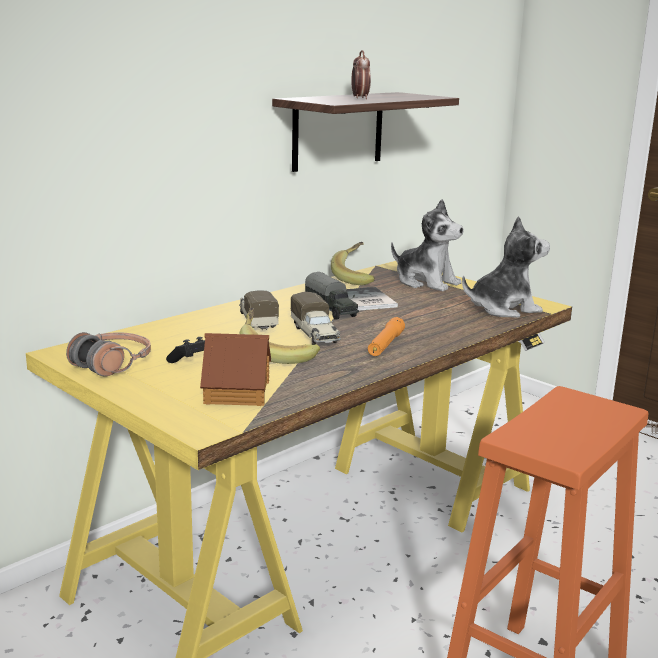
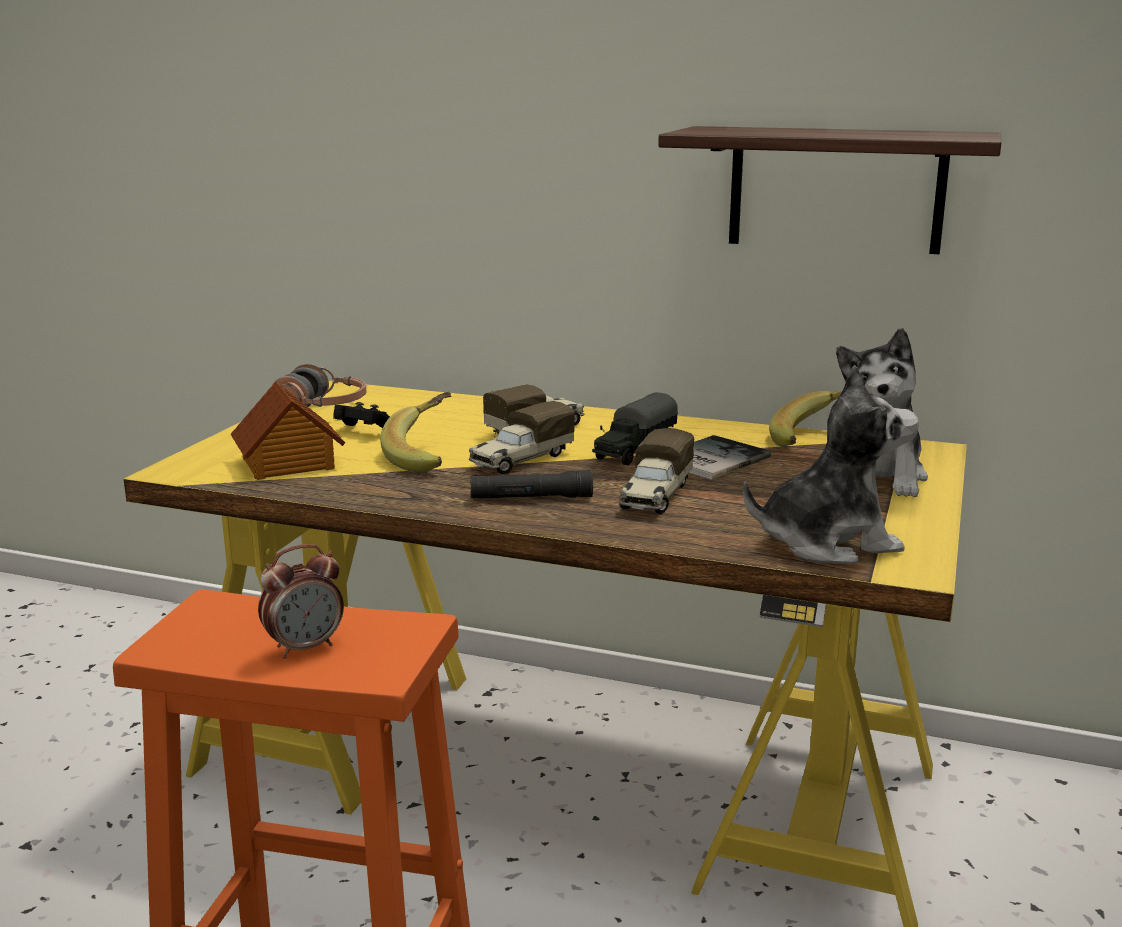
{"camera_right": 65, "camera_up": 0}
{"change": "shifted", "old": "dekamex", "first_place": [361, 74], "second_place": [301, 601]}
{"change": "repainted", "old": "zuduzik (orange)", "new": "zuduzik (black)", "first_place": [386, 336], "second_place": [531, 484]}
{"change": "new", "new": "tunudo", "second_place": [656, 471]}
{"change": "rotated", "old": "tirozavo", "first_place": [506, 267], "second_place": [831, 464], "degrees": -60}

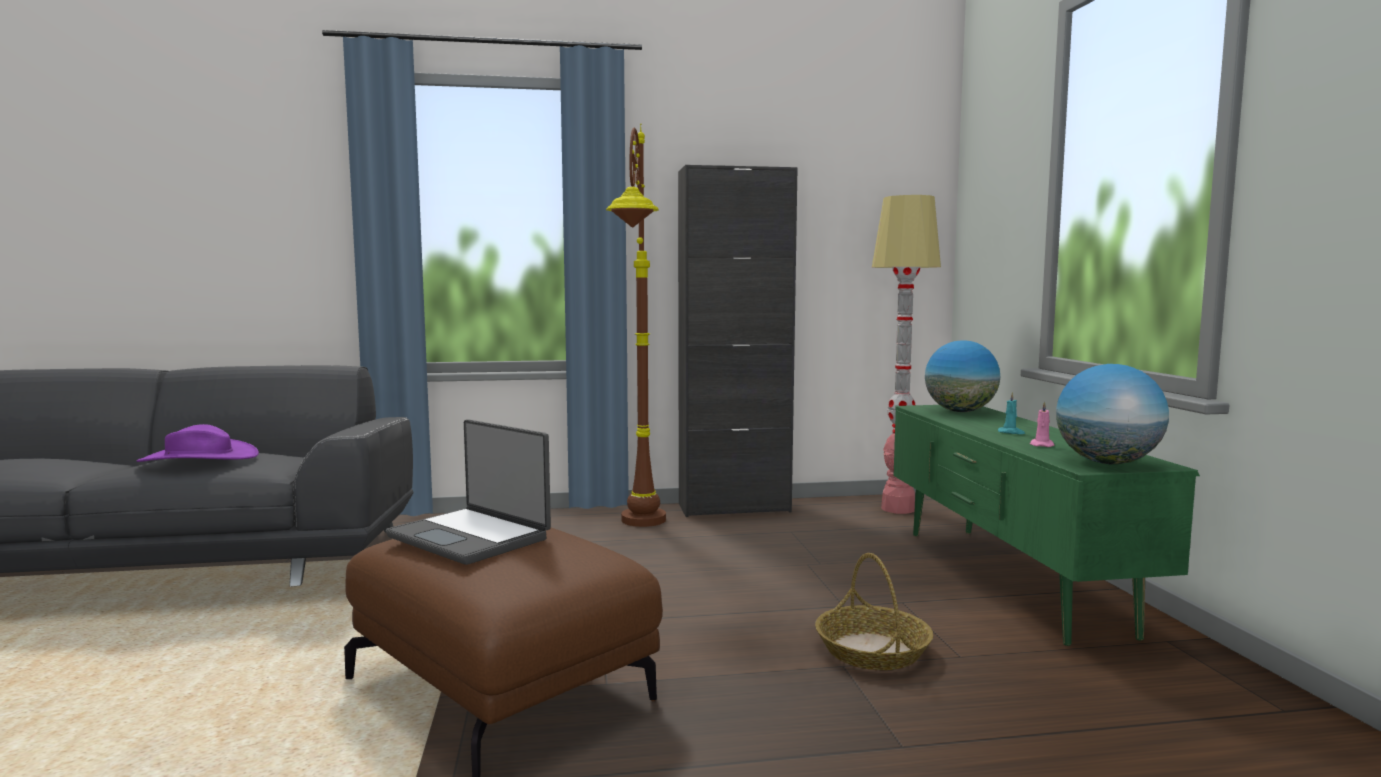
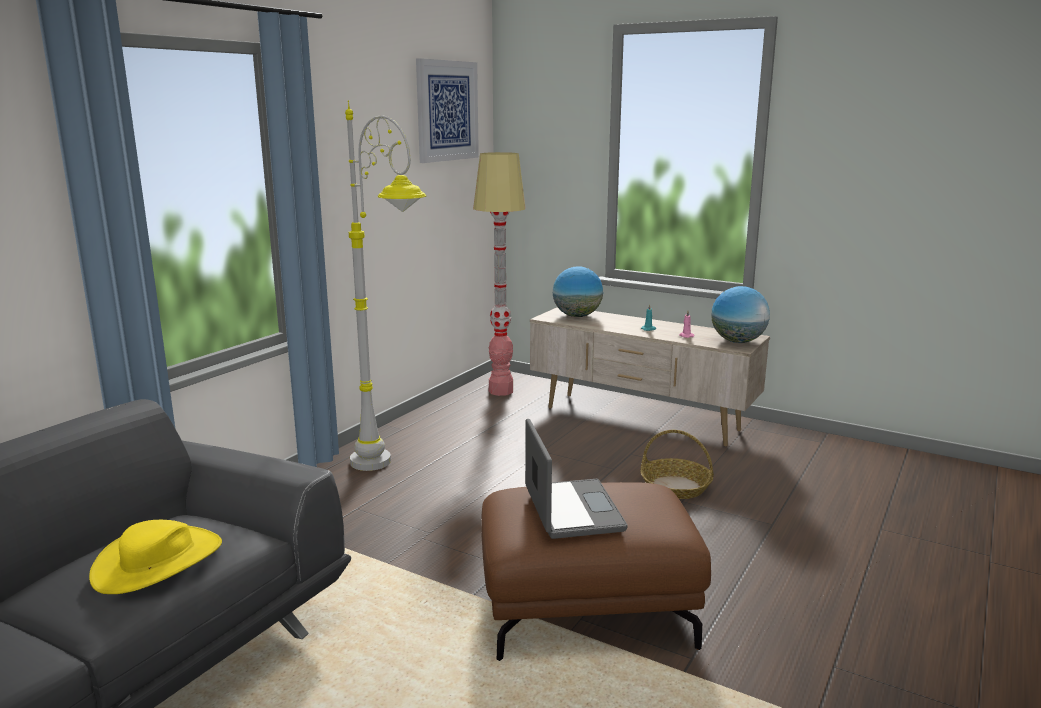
{"camera_right": -50, "camera_up": 10}
{"change": "repainted", "old": "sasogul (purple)", "new": "sasogul (yellow)", "first_place": [198, 443], "second_place": [155, 557]}
{"change": "repainted", "old": "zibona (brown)", "new": "zibona (grey)", "first_place": [636, 325], "second_place": [385, 285]}
{"change": "new", "new": "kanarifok", "second_place": [447, 110]}
{"change": "rotated", "old": "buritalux", "first_place": [468, 492], "second_place": [576, 479], "degrees": -90}
{"change": "repainted", "old": "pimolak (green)", "new": "pimolak (beige)", "first_place": [1047, 525], "second_place": [650, 376]}
{"change": "gone", "old": "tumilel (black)", "first_place": [738, 341]}

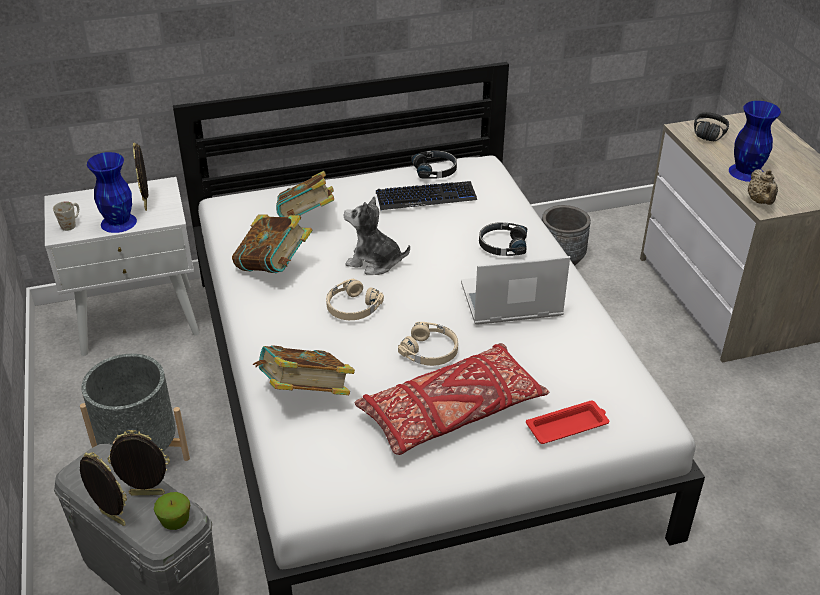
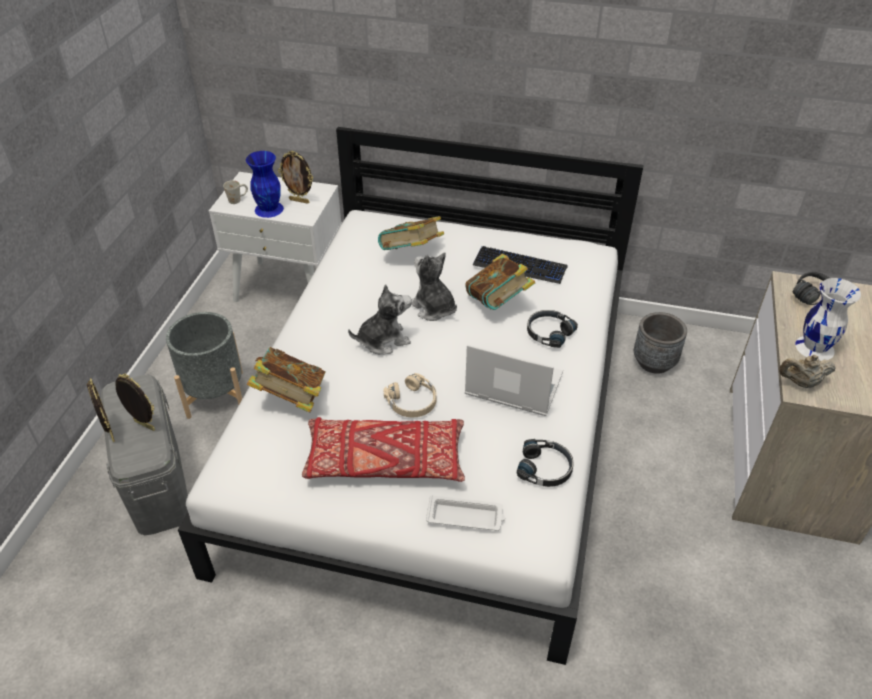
{"camera_right": 30, "camera_up": 5}
{"change": "rotated", "old": "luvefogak", "first_place": [140, 176], "second_place": [295, 177], "degrees": -90}
{"change": "swapped", "old": "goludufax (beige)", "new": "tirozavo", "first_place": [355, 299], "second_place": [380, 319]}
{"change": "repainted", "old": "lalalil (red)", "new": "lalalil (white)", "first_place": [567, 422], "second_place": [465, 513]}
{"change": "shifted", "old": "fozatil", "first_place": [272, 244], "second_place": [500, 282]}
{"change": "shifted", "old": "goludufax (black)", "first_place": [434, 164], "second_place": [545, 463]}
{"change": "rotated", "old": "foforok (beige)", "first_place": [763, 187], "second_place": [807, 371], "degrees": 60}
{"change": "repainted", "old": "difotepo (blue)", "new": "difotepo (white)", "first_place": [755, 141], "second_place": [828, 319]}
{"change": "gone", "old": "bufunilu", "first_place": [172, 511]}

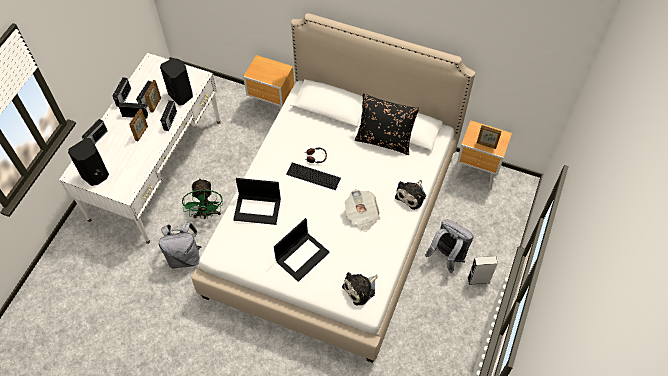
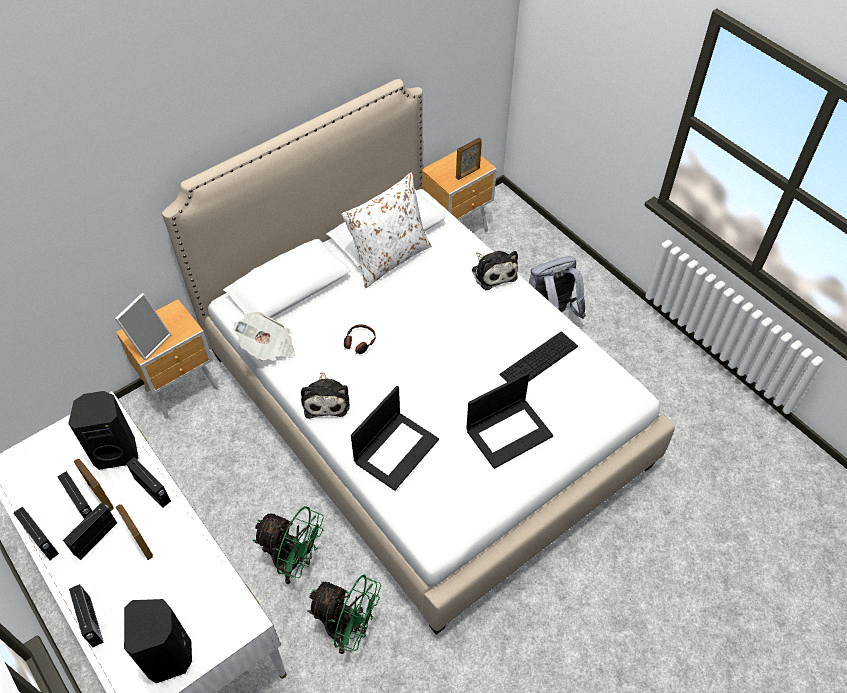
{"camera_right": -60, "camera_up": -5}
{"change": "new", "new": "luvefogak", "second_place": [143, 326]}
{"change": "shifted", "old": "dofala", "first_place": [362, 210], "second_place": [264, 336]}
{"change": "shifted", "old": "tirozavo", "first_place": [359, 289], "second_place": [325, 395]}
{"change": "swapped", "old": "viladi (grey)", "new": "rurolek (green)", "first_place": [180, 245], "second_place": [344, 614]}
{"change": "repainted", "old": "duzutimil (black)", "new": "duzutimil (white)", "first_place": [387, 124], "second_place": [386, 230]}
{"change": "rotated", "old": "buritalux", "first_place": [302, 250], "second_place": [509, 420], "degrees": 75}
{"change": "shifted", "old": "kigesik", "first_place": [313, 176], "second_place": [539, 356]}
{"change": "gone", "old": "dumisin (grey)", "first_place": [483, 270]}

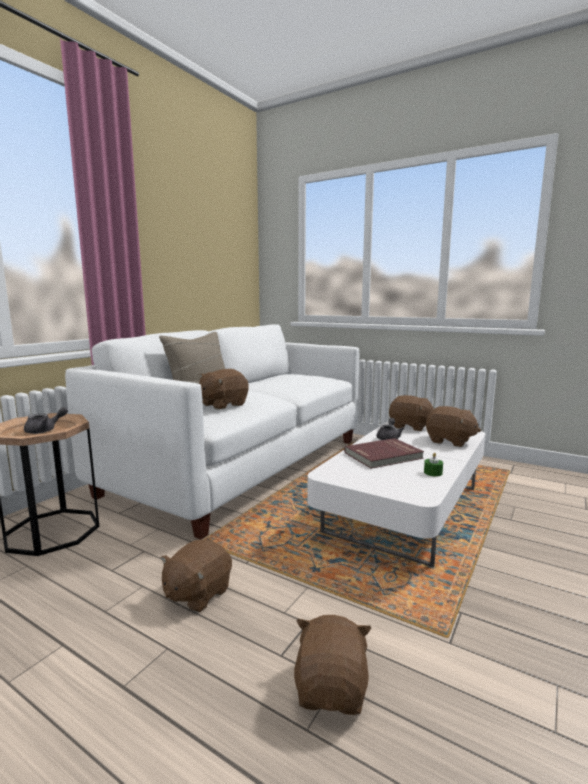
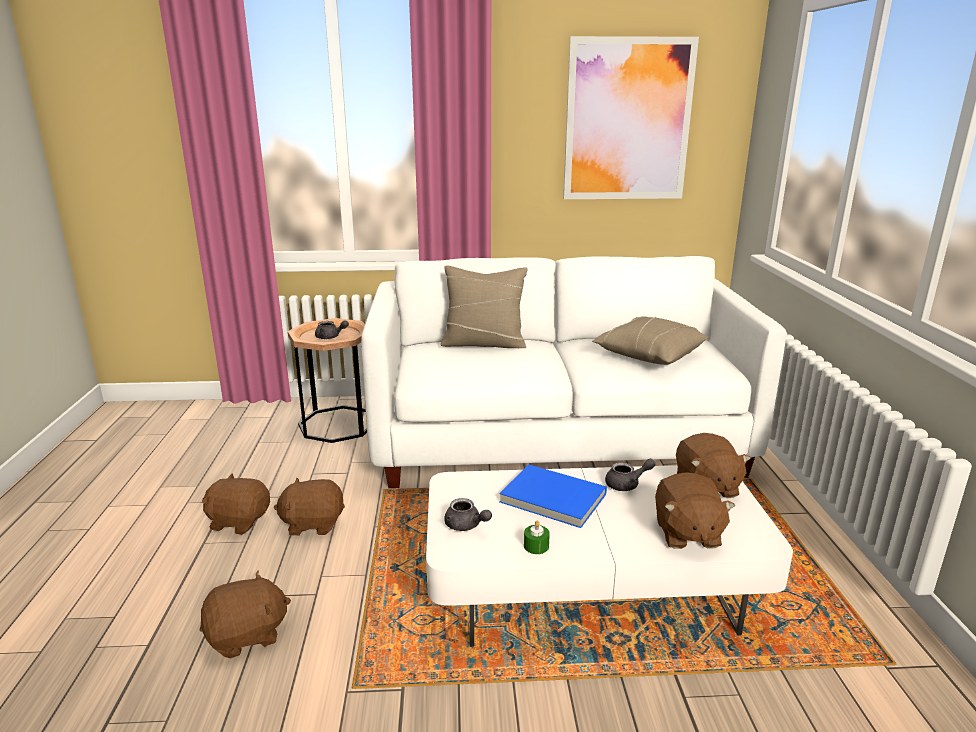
{"camera_right": 55, "camera_up": 10}
{"change": "shifted", "old": "tirozavo (brown)", "first_place": [224, 389], "second_place": [236, 504]}
{"change": "new", "new": "foforok (grey)", "second_place": [468, 514]}
{"change": "repainted", "old": "fozatil (red)", "new": "fozatil (blue)", "first_place": [384, 453], "second_place": [553, 496]}
{"change": "new", "new": "kanarifok", "second_place": [631, 117]}
{"change": "new", "new": "duzutimil (beige)", "second_place": [650, 340]}

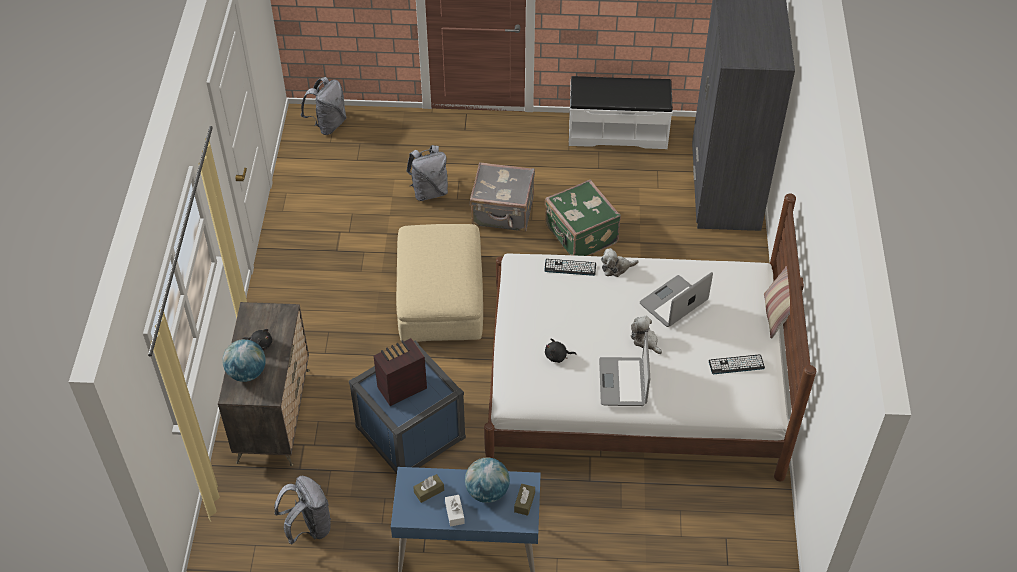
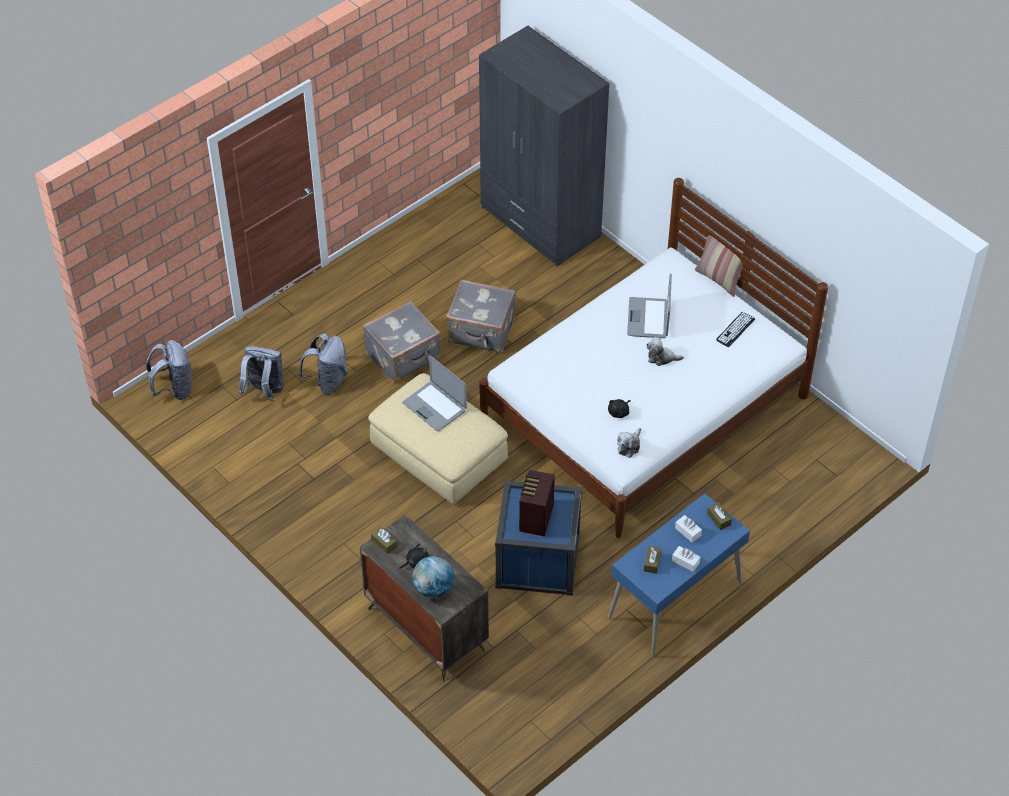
{"camera_right": -45, "camera_up": 0}
{"change": "shifted", "old": "viladi (grey)", "first_place": [302, 510], "second_place": [261, 374]}
{"change": "new", "new": "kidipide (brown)", "second_place": [384, 540]}
{"change": "shifted", "old": "buritalux", "first_place": [624, 369], "second_place": [435, 393]}
{"change": "repainted", "old": "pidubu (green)", "new": "pidubu (grey)", "first_place": [583, 218], "second_place": [481, 316]}
{"change": "shifted", "old": "tirozavo", "first_place": [620, 262], "second_place": [629, 443]}
{"change": "swapped", "old": "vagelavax", "new": "kidipide (white)", "first_place": [487, 480], "second_place": [688, 529]}
{"change": "gone", "old": "kigesik", "first_place": [570, 267]}
{"change": "gone", "old": "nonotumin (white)", "first_place": [621, 112]}

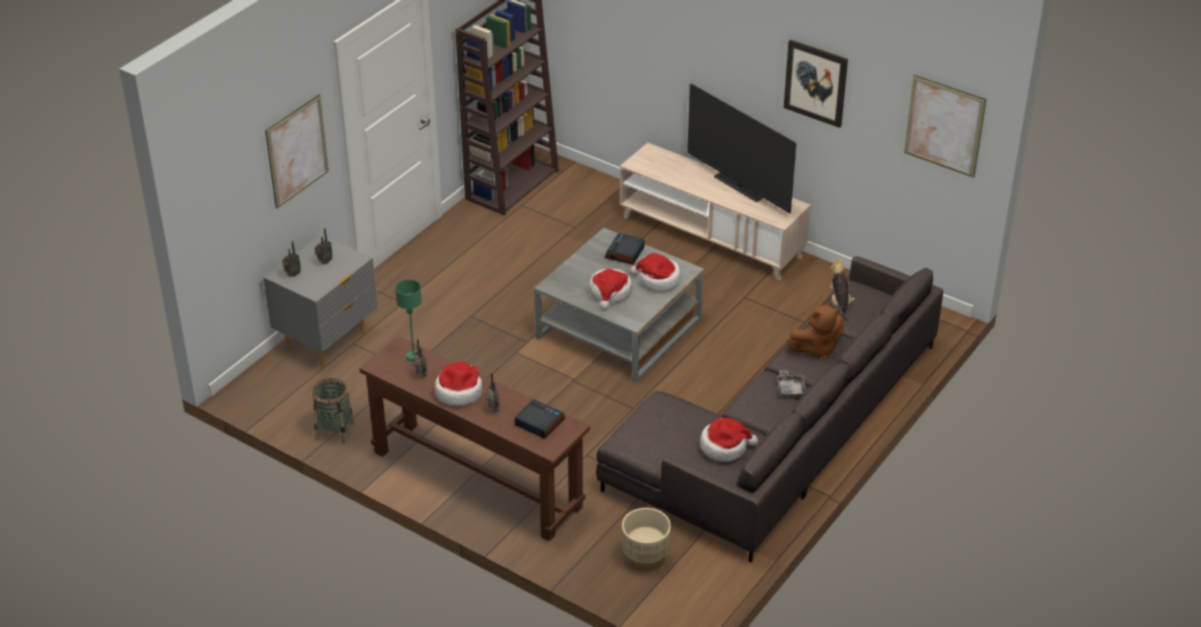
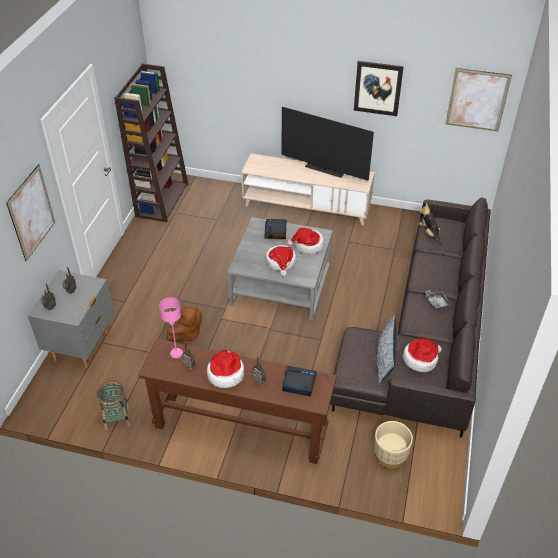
{"camera_right": -20, "camera_up": 5}
{"change": "repainted", "old": "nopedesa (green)", "new": "nopedesa (pink)", "first_place": [408, 321], "second_place": [171, 328]}
{"change": "shifted", "old": "tirozavo (brown)", "first_place": [815, 332], "second_place": [184, 324]}
{"change": "new", "new": "duzutimil", "second_place": [386, 350]}

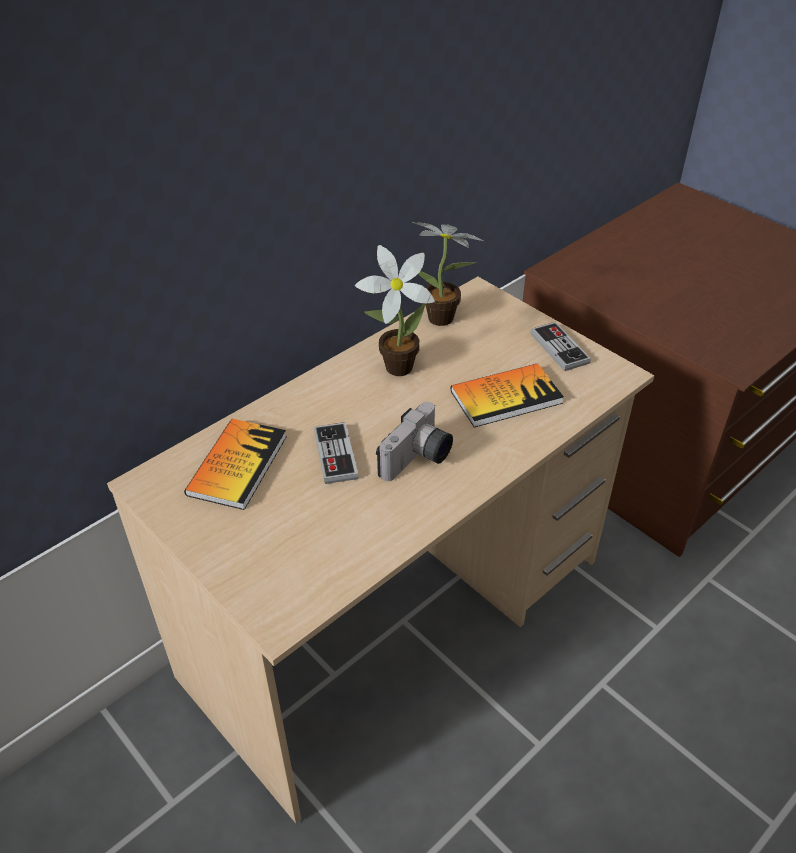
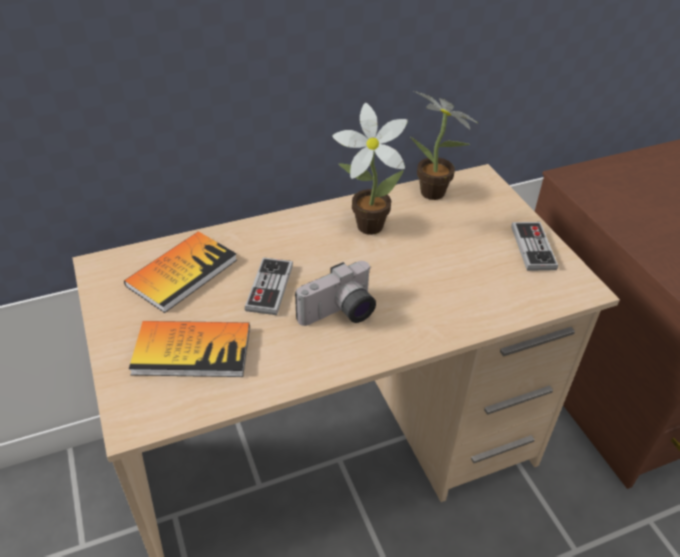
{"camera_right": 20, "camera_up": 0}
{"change": "shifted", "old": "fozatil", "first_place": [507, 395], "second_place": [189, 349]}

